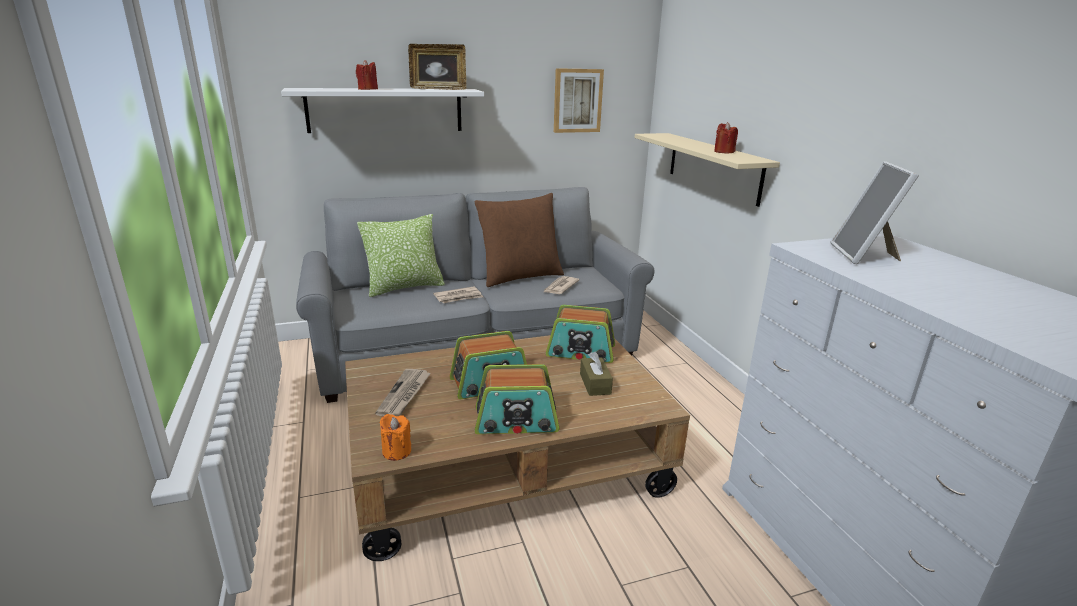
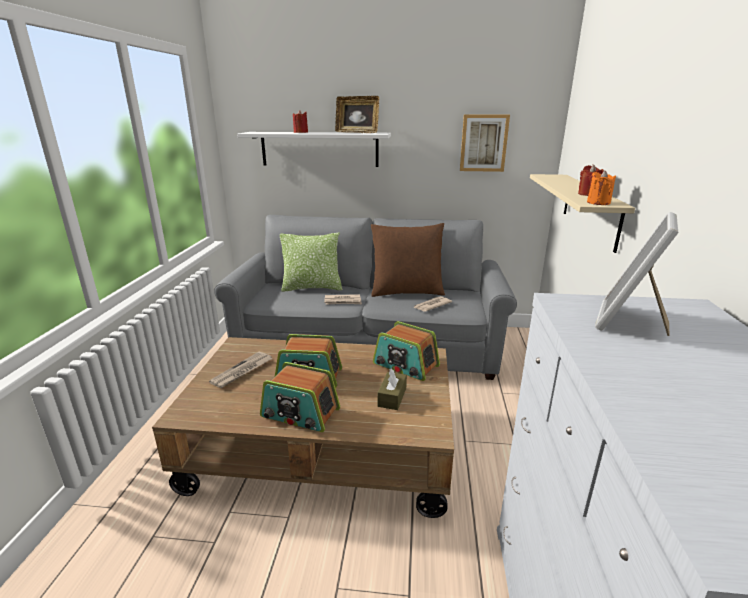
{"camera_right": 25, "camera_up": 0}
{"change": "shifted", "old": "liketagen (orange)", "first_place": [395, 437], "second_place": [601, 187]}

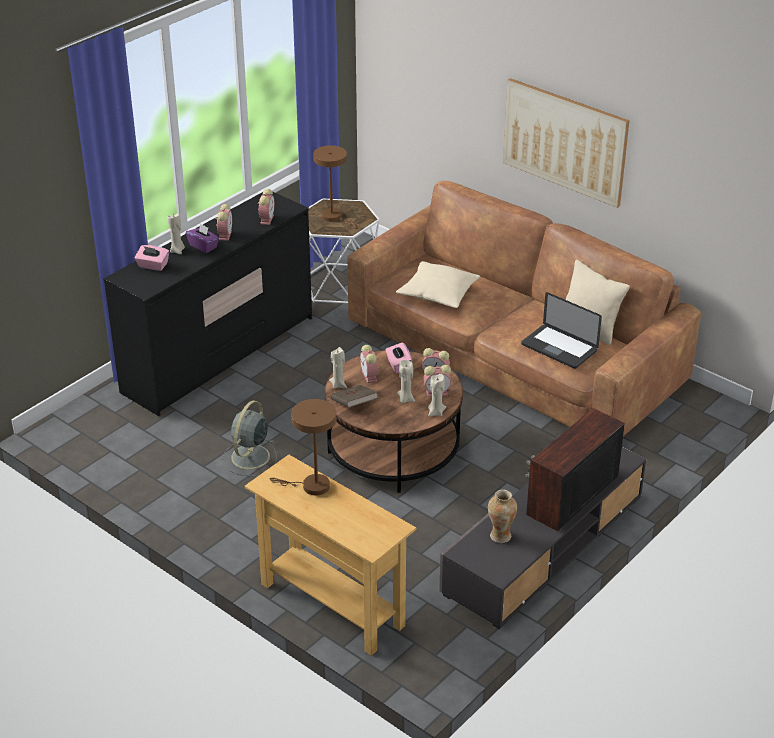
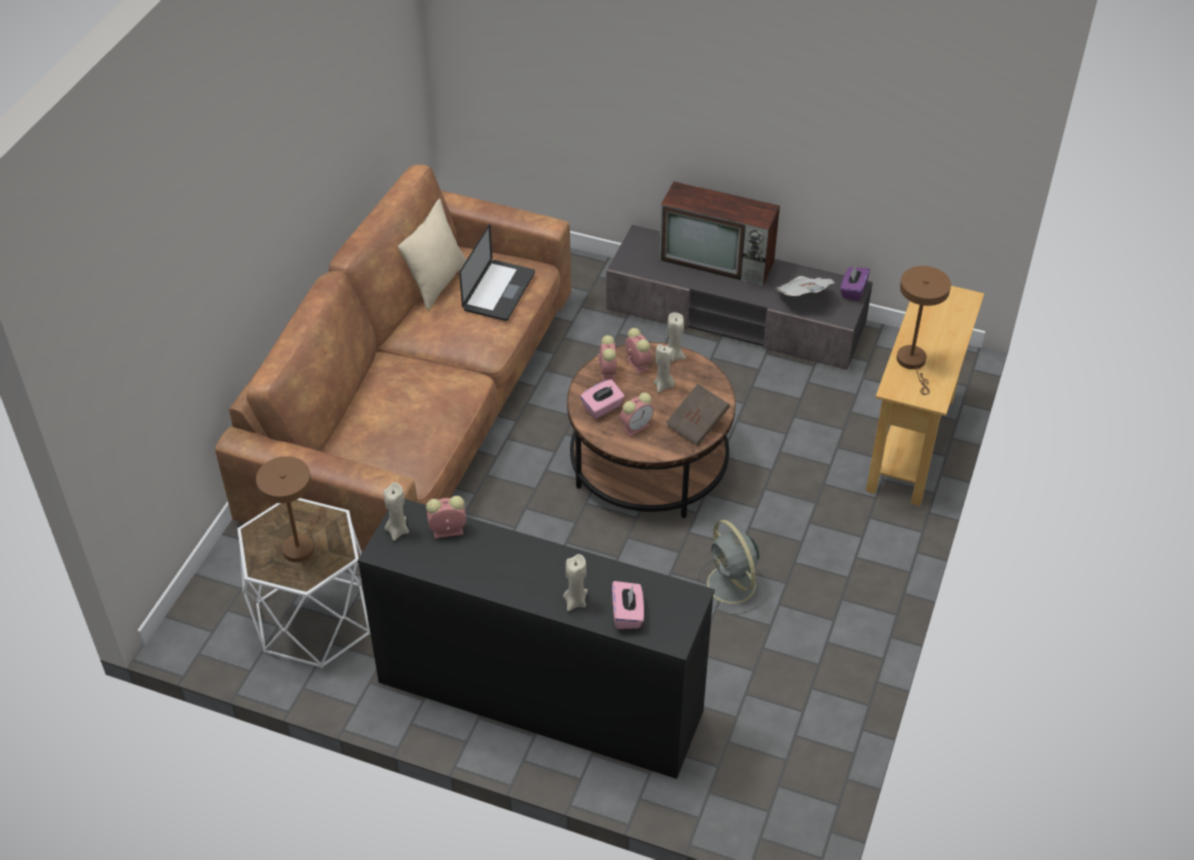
{"camera_right": -110, "camera_up": 10}
{"change": "shifted", "old": "liketagen (beige)", "first_place": [338, 368], "second_place": [396, 511]}
{"change": "rotated", "old": "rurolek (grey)", "first_place": [249, 438], "second_place": [733, 567], "degrees": 60}
{"change": "swapped", "old": "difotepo", "new": "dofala", "first_place": [502, 516], "second_place": [805, 286]}
{"change": "shifted", "old": "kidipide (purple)", "first_place": [202, 238], "second_place": [855, 283]}
{"change": "gone", "old": "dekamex", "first_place": [224, 222]}
{"change": "gone", "old": "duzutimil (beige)", "first_place": [438, 284]}
{"change": "gone", "old": "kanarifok", "first_place": [566, 143]}

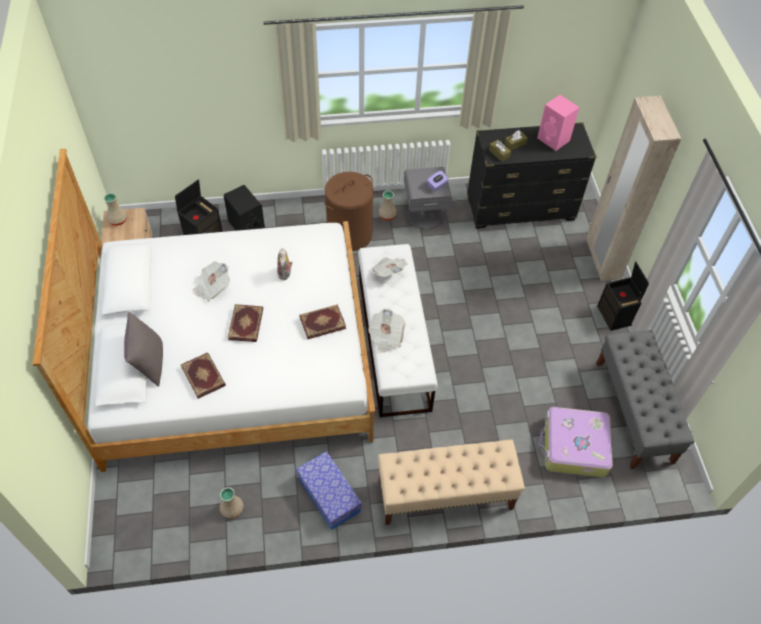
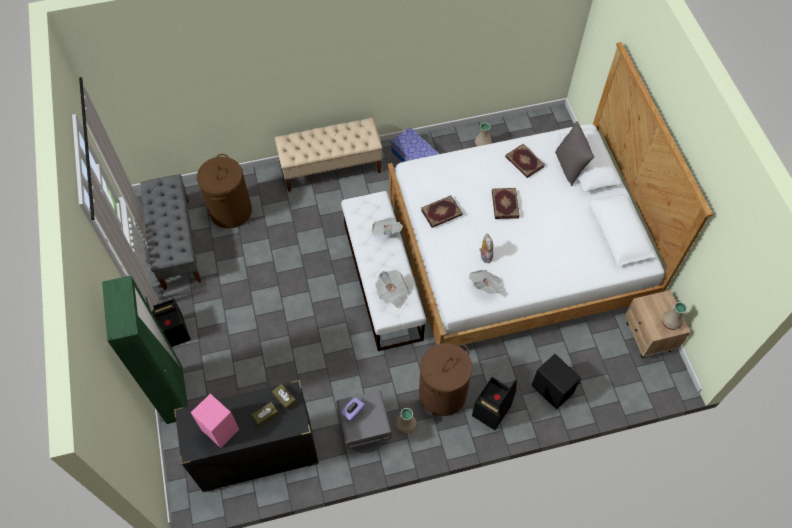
{"camera_right": 175, "camera_up": 5}
{"change": "repainted", "old": "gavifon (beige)", "new": "gavifon (green)", "first_place": [633, 188], "second_place": [145, 350]}
{"change": "swapped", "old": "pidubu", "new": "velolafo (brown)", "first_place": [576, 442], "second_place": [224, 191]}
{"change": "shifted", "old": "dofala", "first_place": [211, 281], "second_place": [486, 282]}
{"change": "shifted", "old": "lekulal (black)", "first_place": [199, 207], "second_place": [494, 403]}

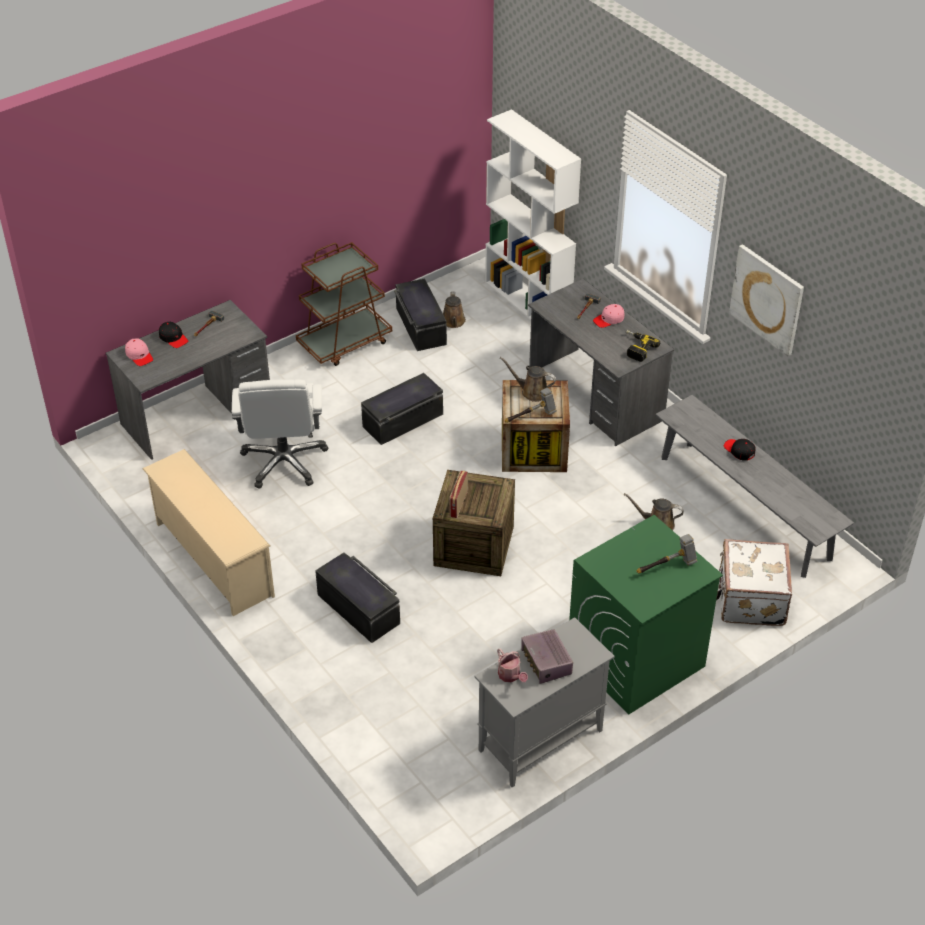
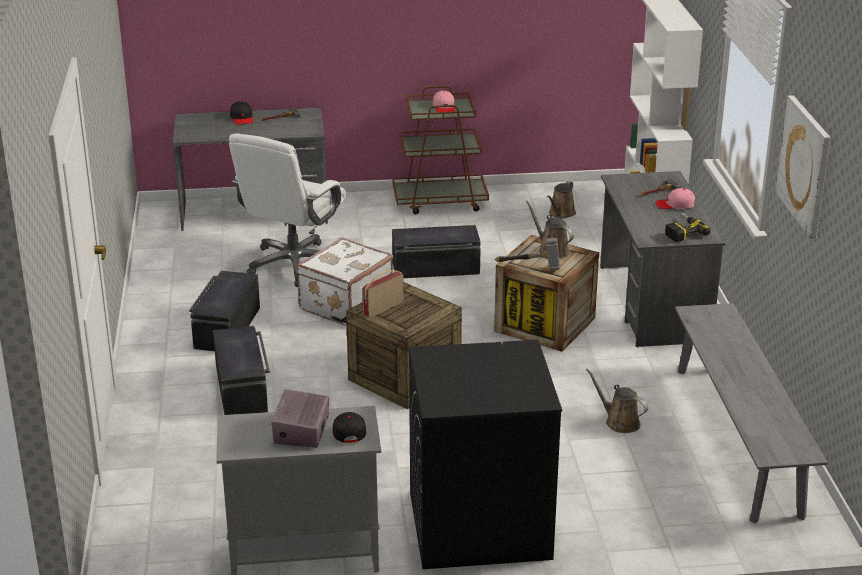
{"camera_right": 30, "camera_up": -15}
{"change": "shifted", "old": "lekulal (black)", "first_place": [420, 314], "second_place": [224, 311]}
{"change": "shifted", "old": "pidubu (white)", "first_place": [754, 582], "second_place": [344, 281]}
{"change": "shifted", "old": "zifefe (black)", "first_place": [740, 450], "second_place": [349, 427]}
{"change": "repainted", "old": "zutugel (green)", "new": "zutugel (black)", "first_place": [646, 614], "second_place": [485, 454]}
{"change": "shifted", "old": "zifefe (pink)", "first_place": [139, 352], "second_place": [444, 101]}
{"change": "gone", "old": "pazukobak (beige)", "first_place": [208, 532]}
{"change": "gone", "old": "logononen", "first_place": [512, 665]}
{"change": "gone", "old": "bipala", "first_place": [666, 553]}

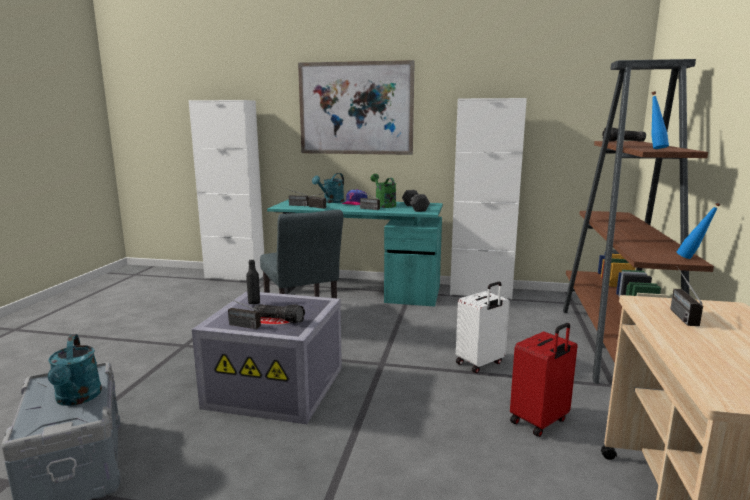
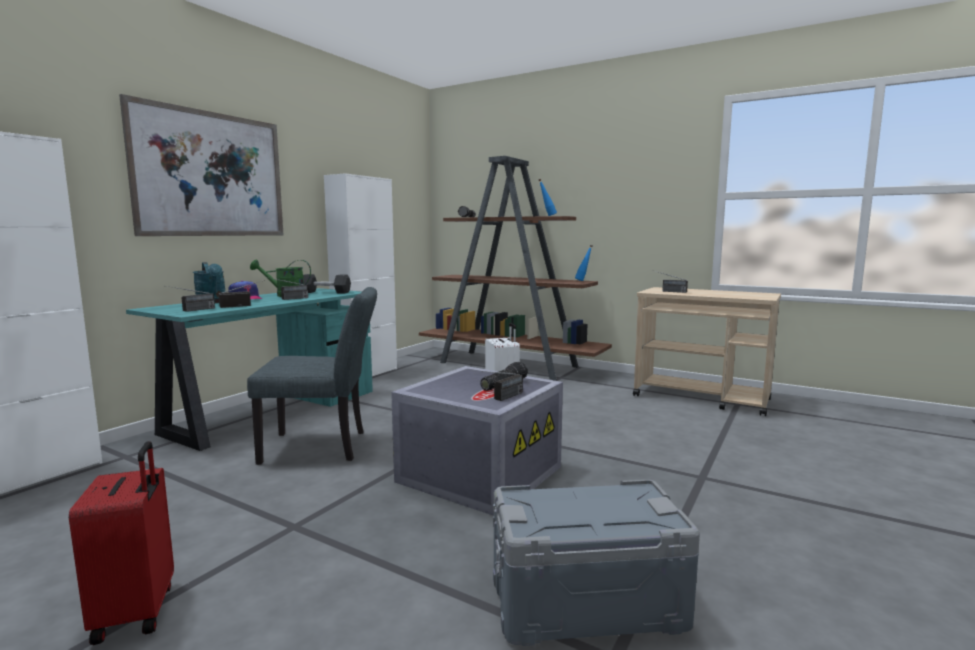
{"camera_right": -70, "camera_up": -5}
{"change": "shifted", "old": "pidubu (red)", "first_place": [543, 380], "second_place": [121, 543]}
{"change": "gone", "old": "logononen (turquoise)", "first_place": [75, 370]}
{"change": "gone", "old": "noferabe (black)", "first_place": [253, 282]}

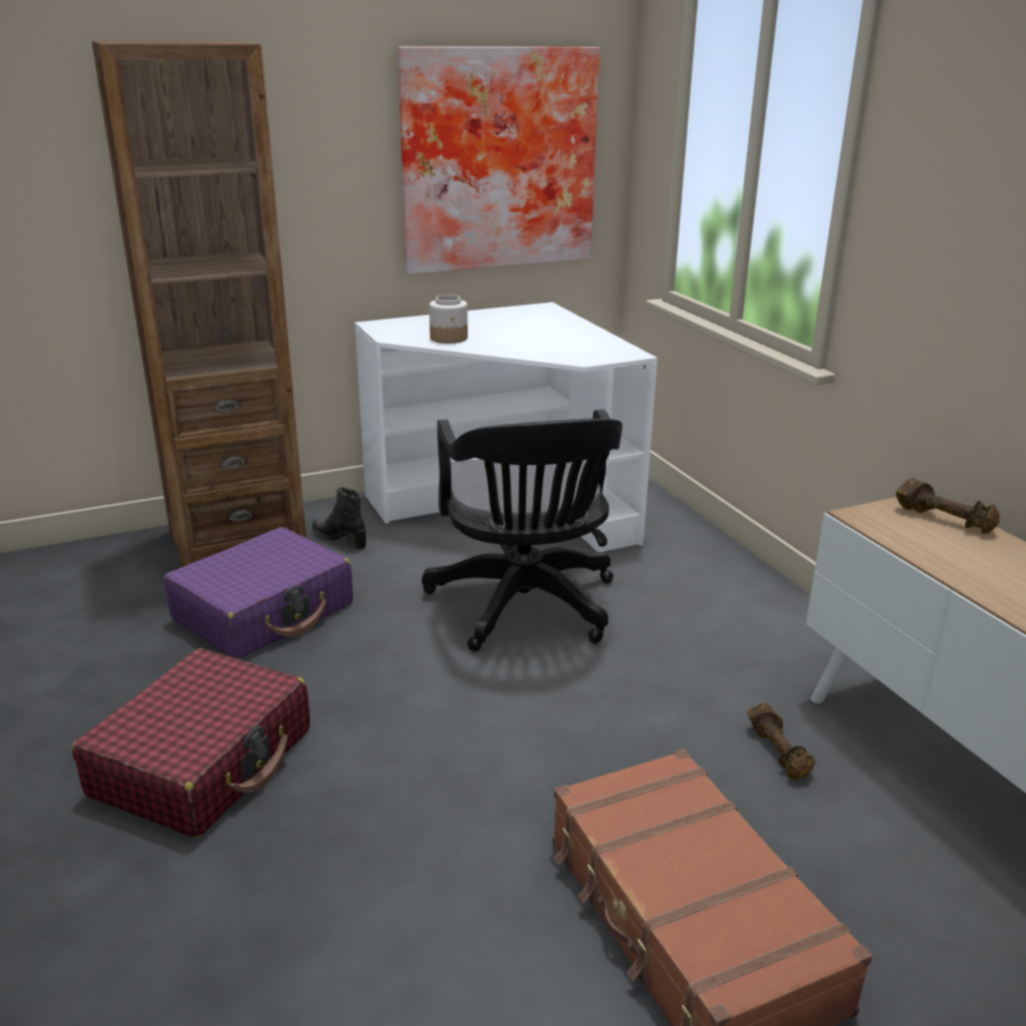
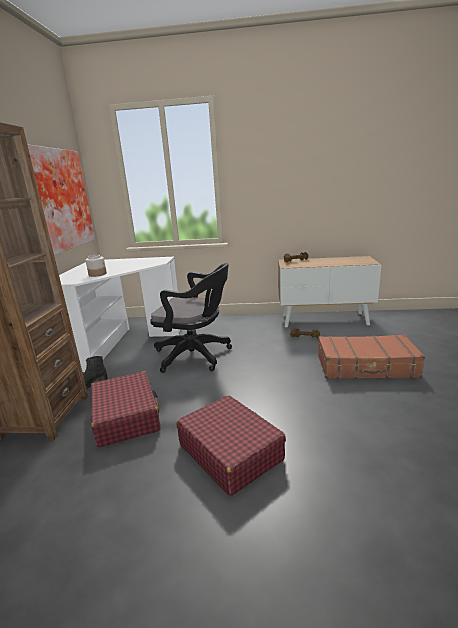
{"camera_right": -60, "camera_up": -5}
{"change": "repainted", "old": "pidubu (purple)", "new": "pidubu (red)", "first_place": [258, 593], "second_place": [125, 409]}

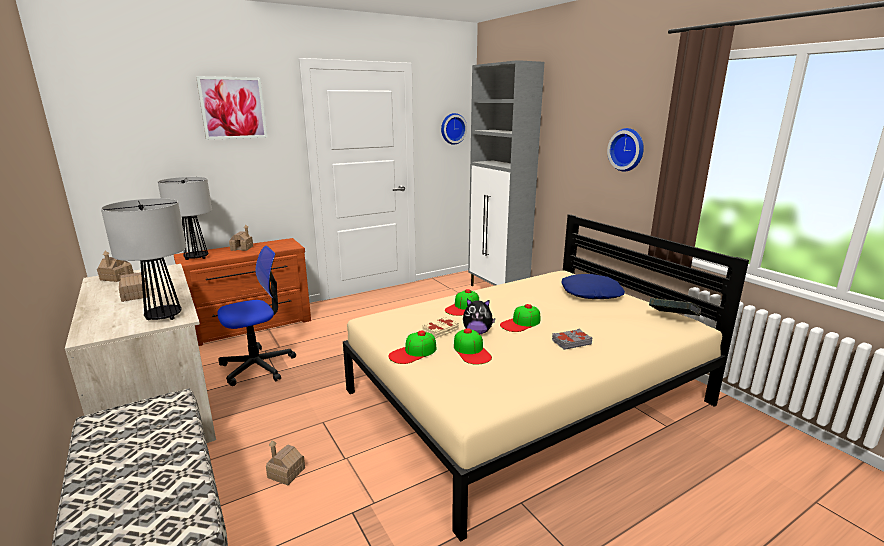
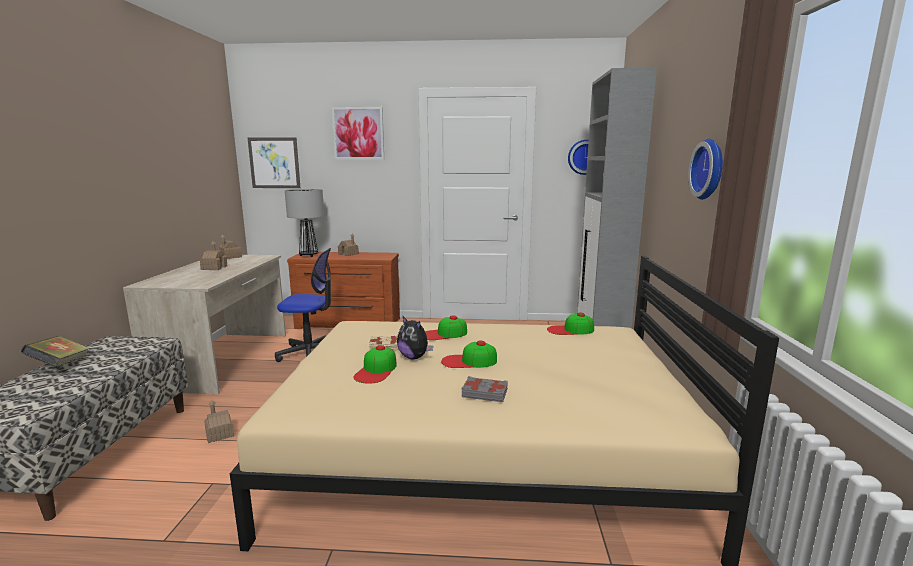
{"camera_right": 35, "camera_up": -5}
{"change": "shifted", "old": "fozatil", "first_place": [675, 307], "second_place": [55, 351]}
{"change": "new", "new": "kanarifok", "second_place": [273, 162]}
{"change": "shifted", "old": "zifefe", "first_place": [413, 347], "second_place": [570, 323]}
{"change": "gone", "old": "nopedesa", "first_place": [143, 259]}
{"change": "gone", "old": "duzutimil (blue)", "first_place": [593, 286]}

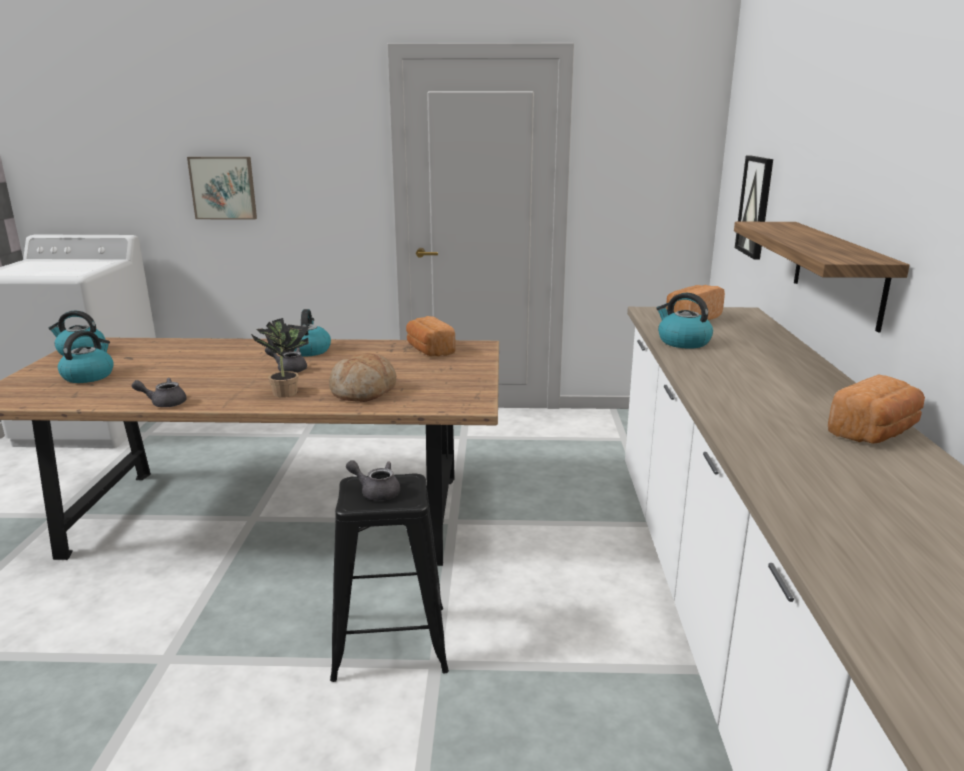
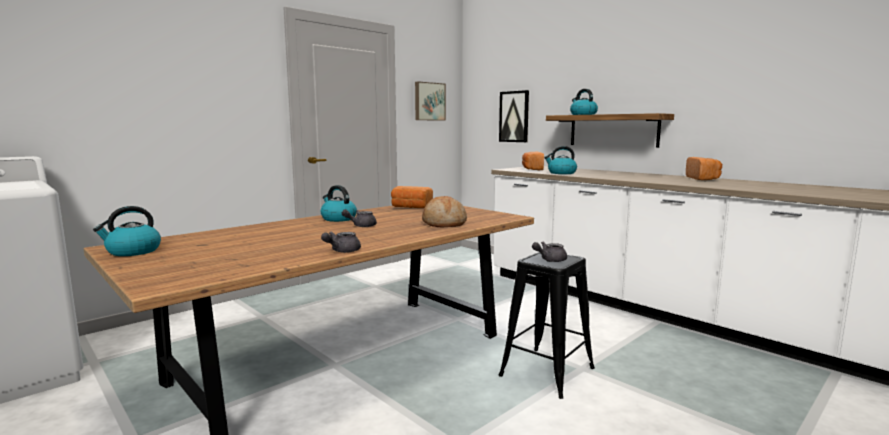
{"camera_right": -45, "camera_up": -10}
{"change": "shifted", "old": "kanarifok", "first_place": [222, 188], "second_place": [430, 101]}
{"change": "shifted", "old": "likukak", "first_place": [86, 356], "second_place": [584, 102]}
{"change": "gone", "old": "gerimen", "first_place": [280, 357]}

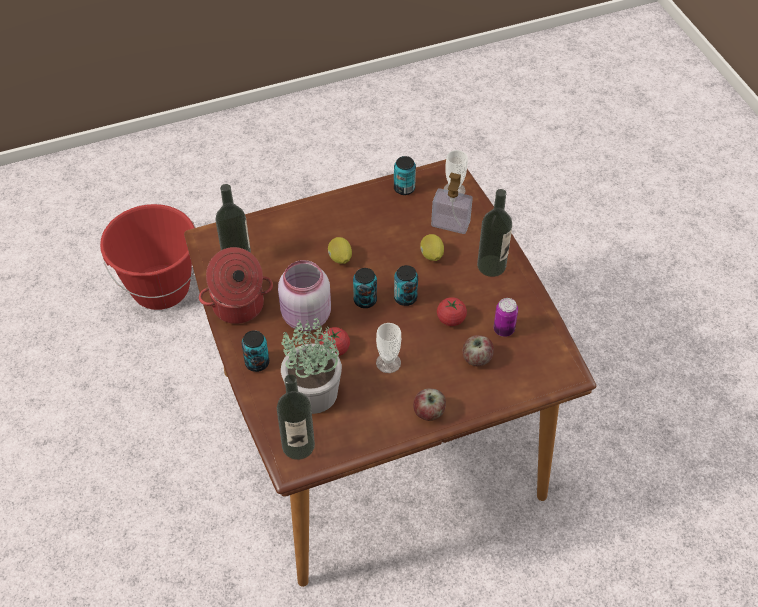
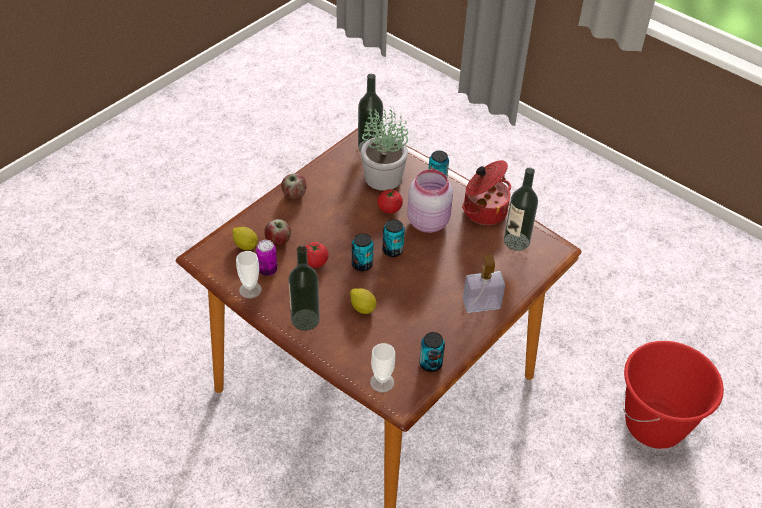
{"camera_right": 150, "camera_up": -5}
{"change": "shifted", "old": "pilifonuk", "first_place": [340, 250], "second_place": [245, 238]}
{"change": "shifted", "old": "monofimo", "first_place": [388, 348], "second_place": [249, 274]}
{"change": "shifted", "old": "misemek", "first_place": [452, 203], "second_place": [484, 284]}

